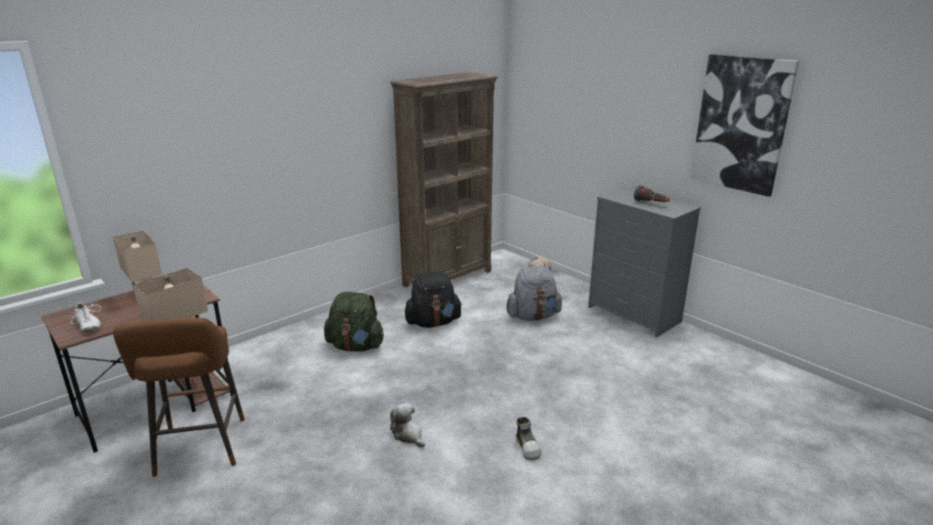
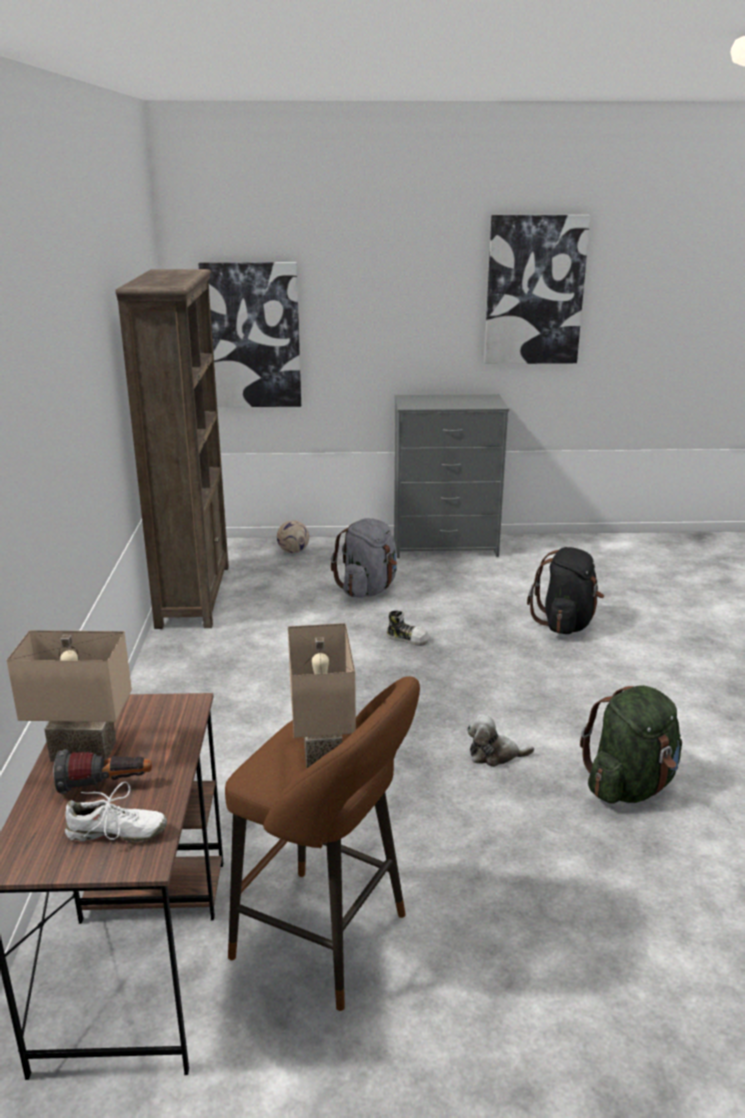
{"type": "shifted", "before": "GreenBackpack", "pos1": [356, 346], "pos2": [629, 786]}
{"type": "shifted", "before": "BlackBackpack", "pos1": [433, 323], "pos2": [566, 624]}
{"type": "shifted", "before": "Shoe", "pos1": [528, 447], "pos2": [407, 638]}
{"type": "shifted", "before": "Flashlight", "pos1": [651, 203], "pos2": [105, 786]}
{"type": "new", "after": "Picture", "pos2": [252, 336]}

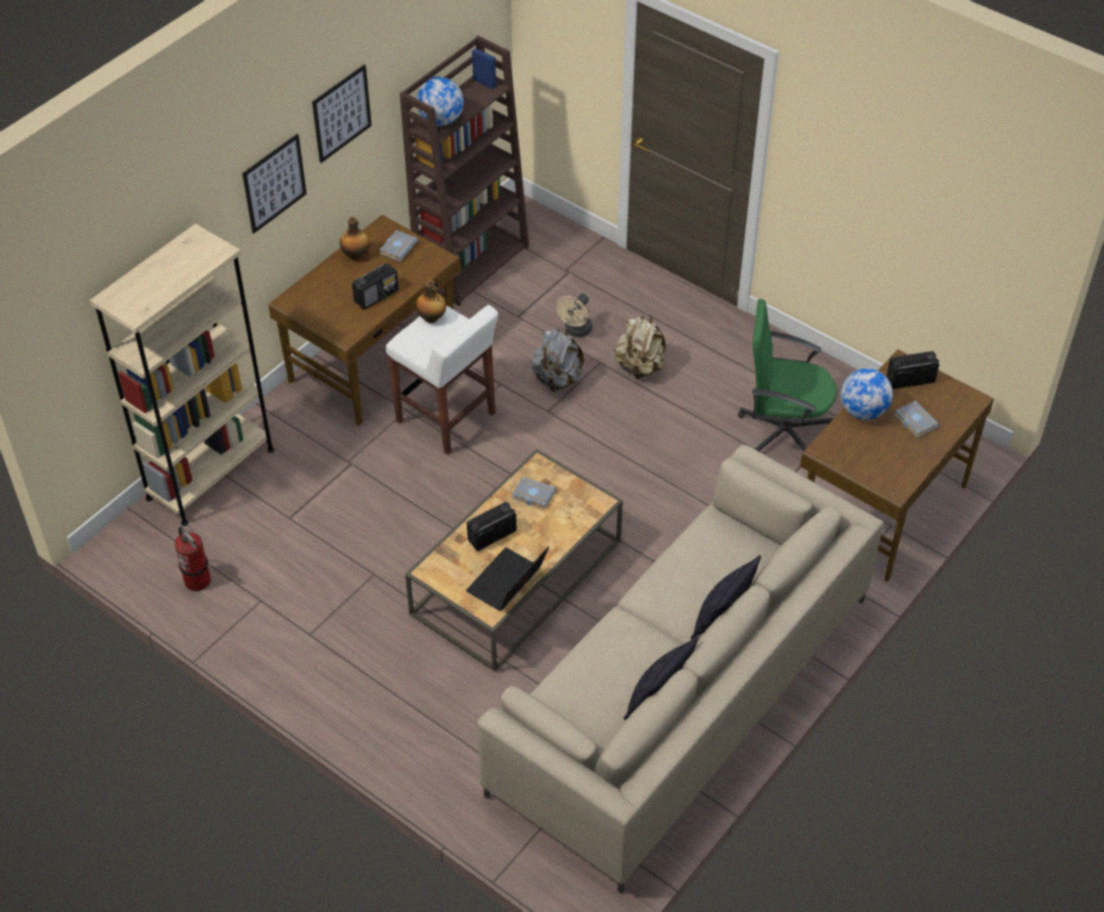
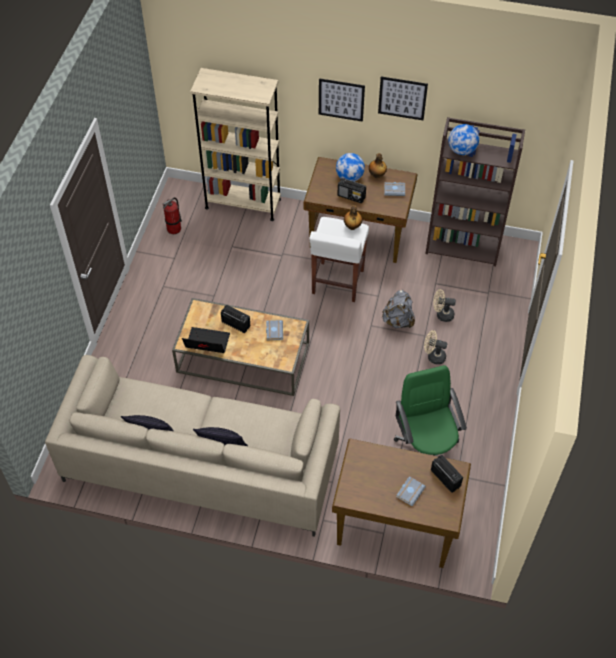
{"type": "swapped", "before": "BeigeBackpack", "after": "BeigeFan", "pos1": [640, 367], "pos2": [433, 356]}
{"type": "shifted", "before": "Globe", "pos1": [863, 411], "pos2": [349, 177]}

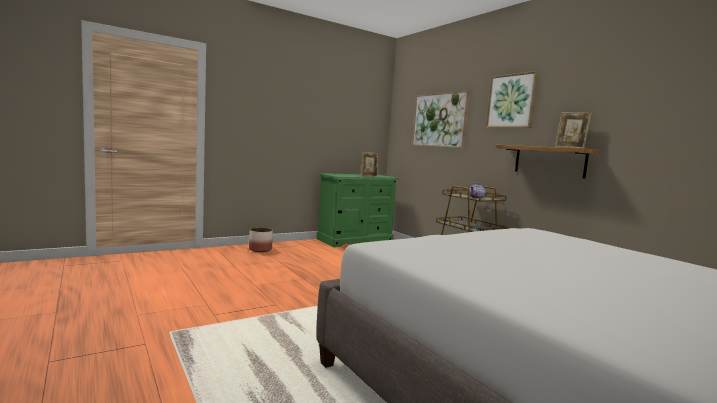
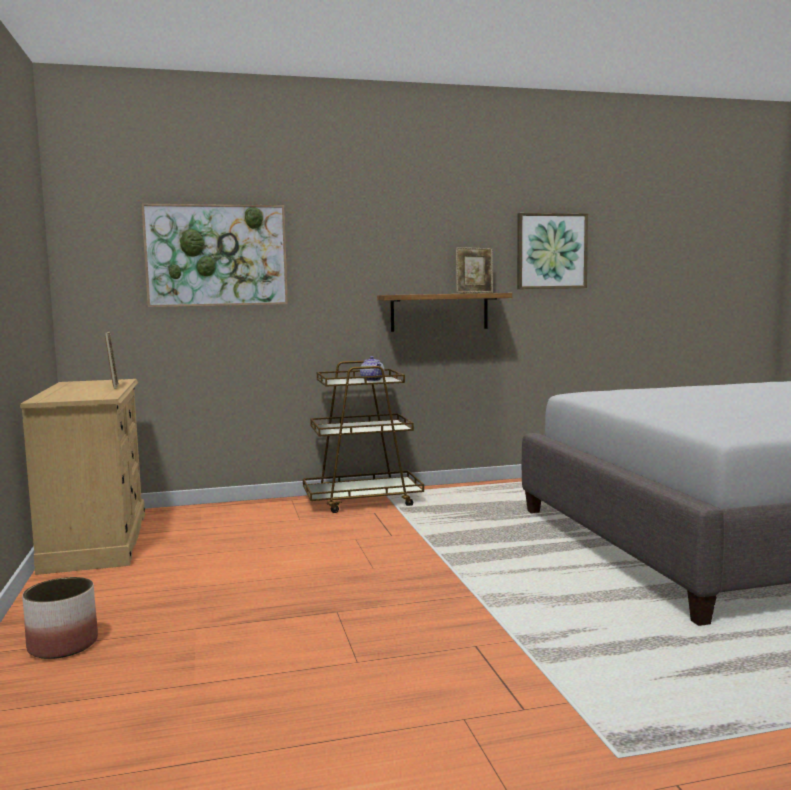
{"type": "repainted", "before": "GreenDresser", "after": "BeigeDresser", "pos1": [355, 240], "pos2": [97, 541]}
{"type": "shifted", "before": "Picture", "pos1": [511, 101], "pos2": [551, 251]}

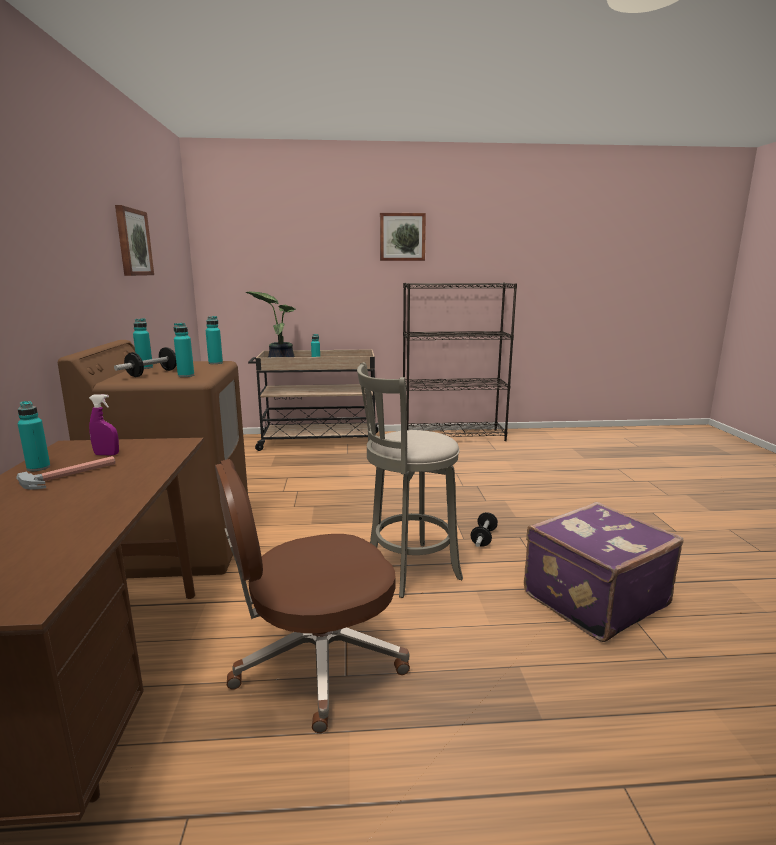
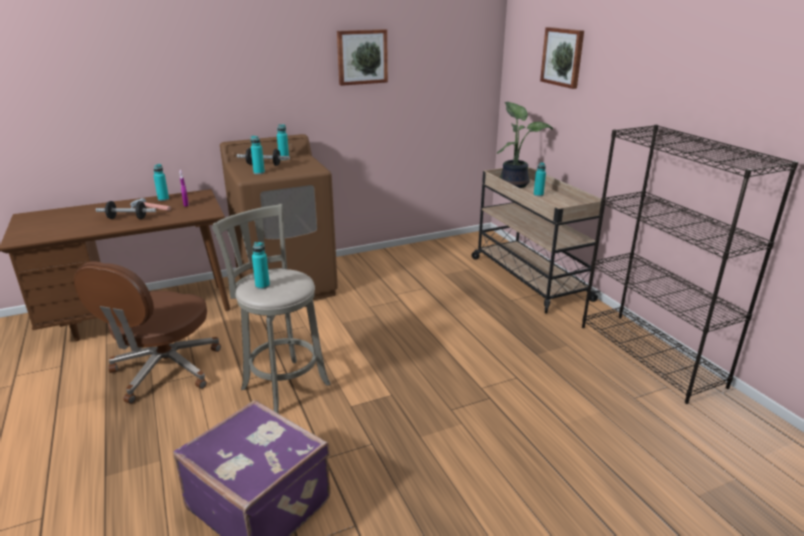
{"type": "shifted", "before": "TurquoiseBottle", "pos1": [215, 363], "pos2": [262, 286]}
{"type": "rotated", "before": "BrownOfficeChair", "pos1": [315, 662], "pos2": [164, 371], "turn": -120}
{"type": "shifted", "before": "Picture", "pos1": [402, 237], "pos2": [563, 57]}
{"type": "shifted", "before": "Dumbbell", "pos1": [483, 538], "pos2": [127, 218]}

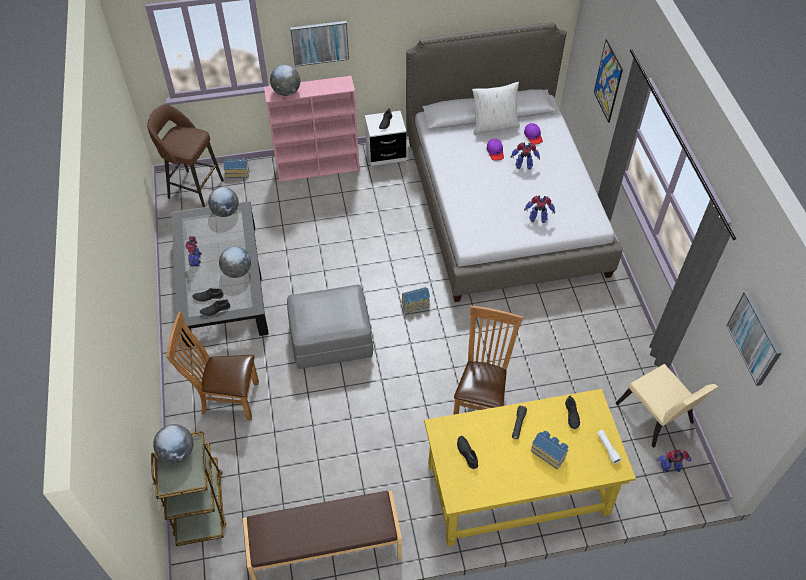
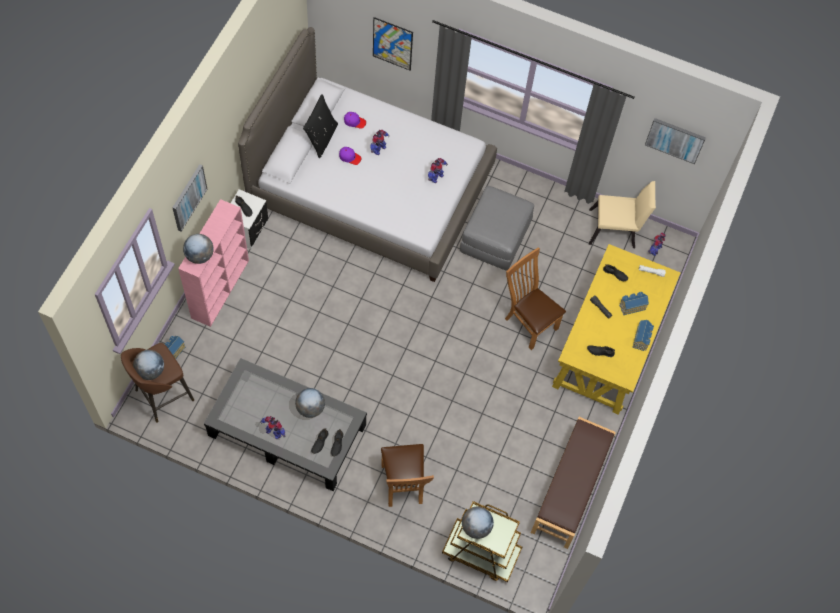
{"type": "rotated", "before": "BrownChair", "pos1": [226, 398], "pos2": [403, 487], "turn": -45}
{"type": "shifted", "before": "Globe", "pos1": [225, 212], "pos2": [150, 370]}
{"type": "shifted", "before": "GreyOttoman", "pos1": [331, 339], "pos2": [495, 237]}
{"type": "shifted", "before": "ToyHouse", "pos1": [416, 304], "pos2": [642, 338]}
{"type": "repainted", "before": "WhitePillow", "after": "BlackPillow", "pos1": [494, 125], "pos2": [321, 138]}

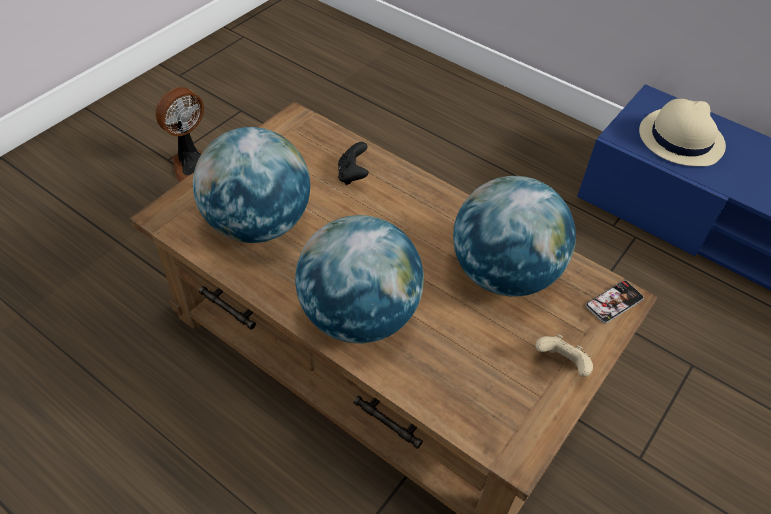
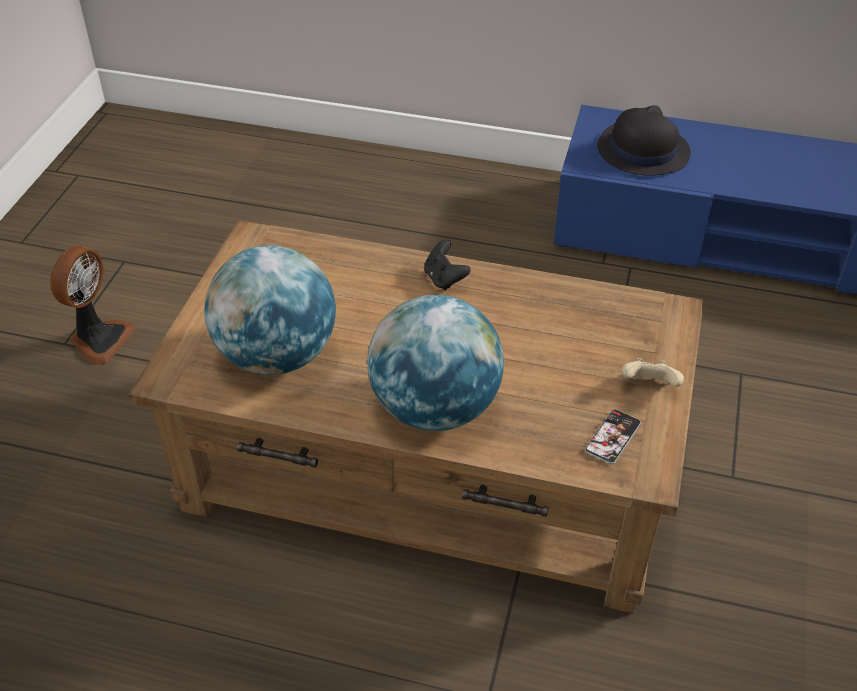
{"type": "shifted", "before": "BlackGameController", "pos1": [352, 175], "pos2": [444, 279]}
{"type": "gone", "before": "Globe", "pos1": [504, 273]}
{"type": "shifted", "before": "Phone", "pos1": [614, 302], "pos2": [612, 437]}
{"type": "repainted", "before": "BeigeHat", "after": "BlackHat", "pos1": [680, 138], "pos2": [642, 150]}

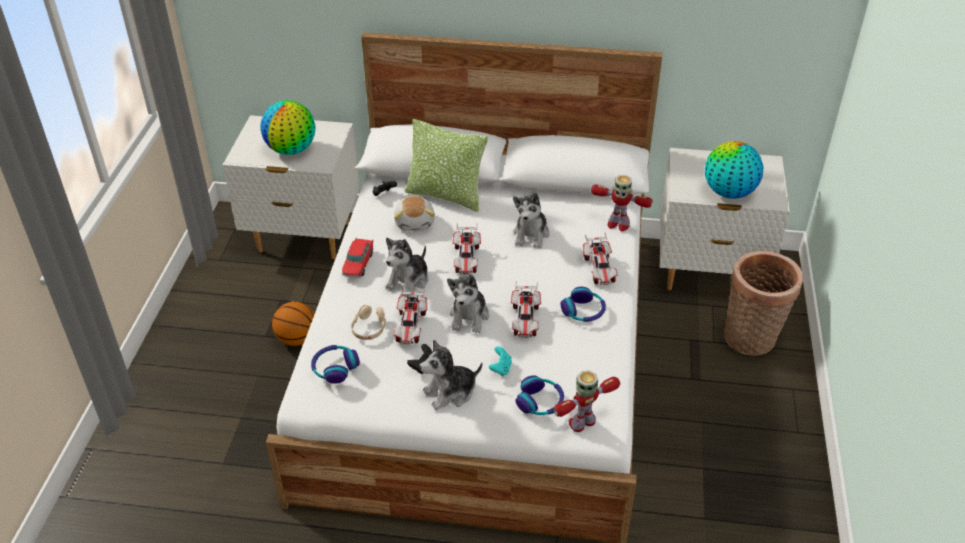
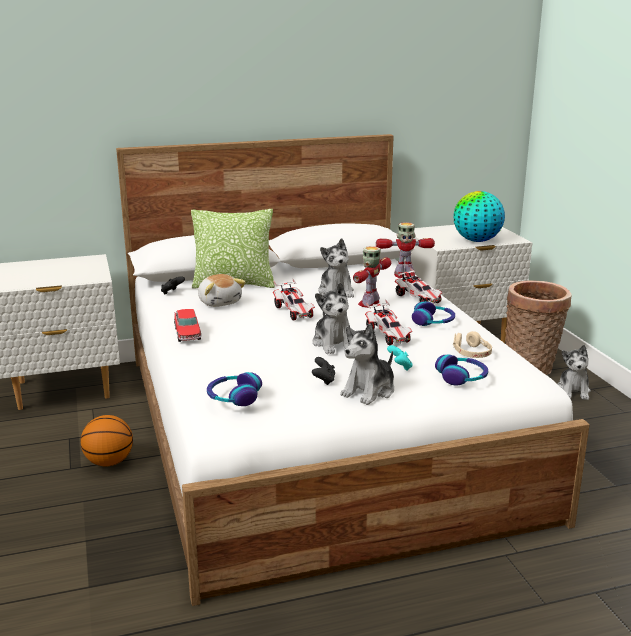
{"type": "gone", "before": "Globe", "pos1": [291, 150]}
{"type": "shifted", "before": "BeigeHeadphones", "pos1": [369, 328], "pos2": [471, 353]}
{"type": "shifted", "before": "PlushToy", "pos1": [409, 281], "pos2": [573, 391]}
{"type": "gone", "before": "ToyCar", "pos1": [410, 326]}
{"type": "shifted", "before": "ToyRobot", "pos1": [582, 422], "pos2": [369, 303]}

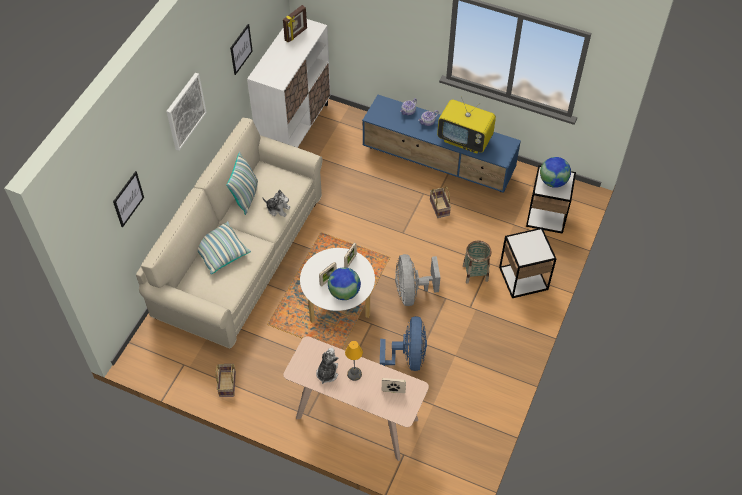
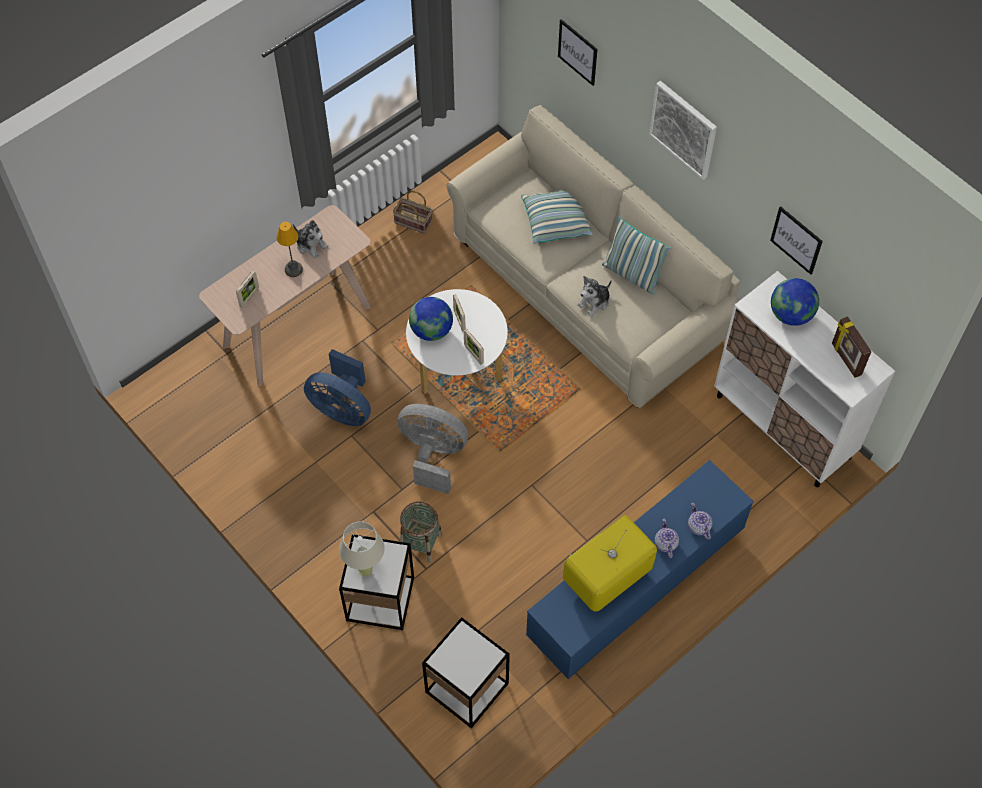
{"type": "gone", "before": "Basket", "pos1": [439, 207]}
{"type": "shifted", "before": "Globe", "pos1": [553, 181], "pos2": [790, 314]}
{"type": "new", "after": "BeigeTableLamp", "pos2": [365, 570]}

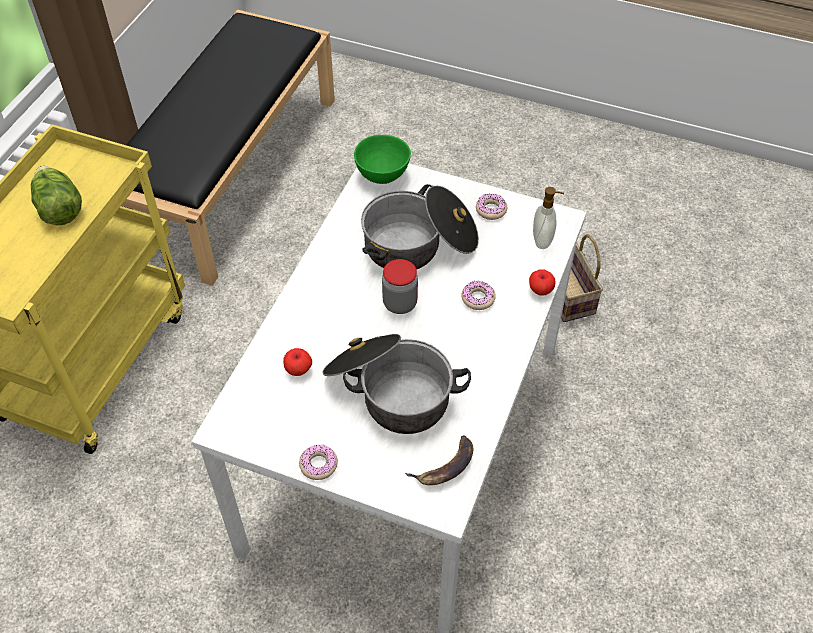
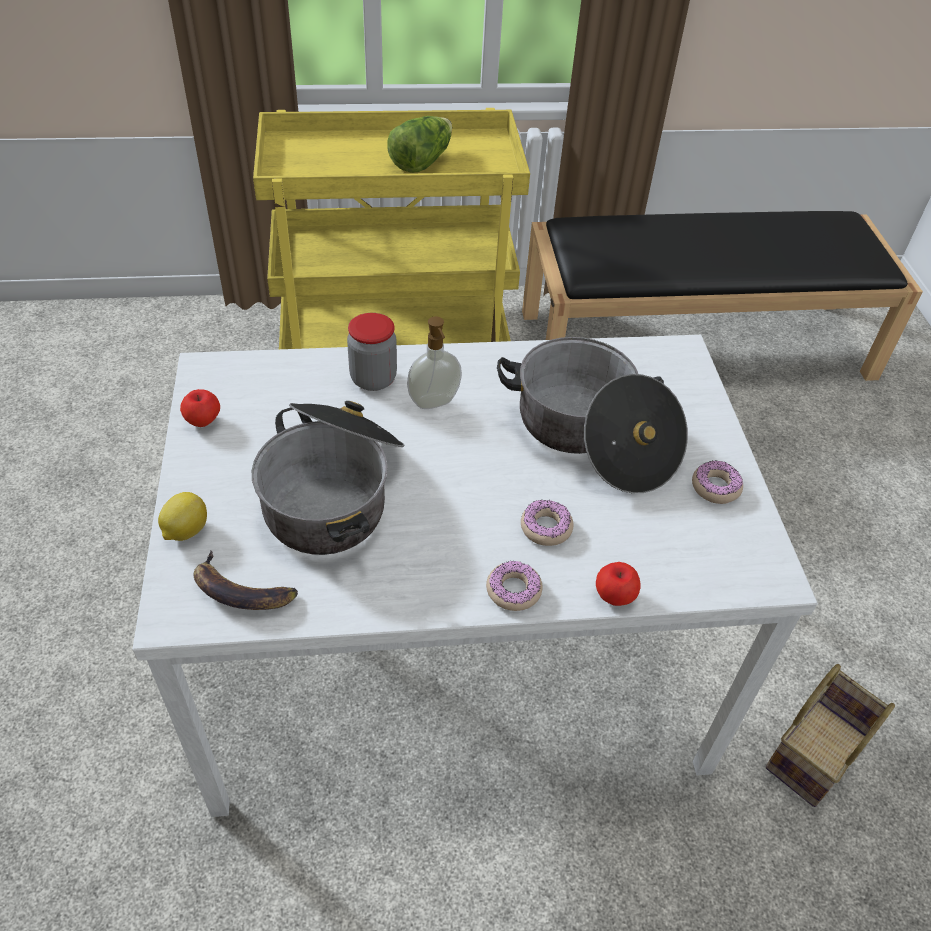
{"type": "shifted", "before": "Apple", "pos1": [298, 370], "pos2": [203, 421]}
{"type": "shifted", "before": "Donut", "pos1": [318, 465], "pos2": [513, 590]}
{"type": "gone", "before": "GreenBowl", "pos1": [383, 175]}
{"type": "shifted", "before": "Jar", "pos1": [400, 303], "pos2": [373, 379]}
{"type": "shifted", "before": "SoapDispenser", "pos1": [543, 240], "pos2": [434, 403]}
{"type": "new", "after": "Lemon", "pos2": [185, 531]}

